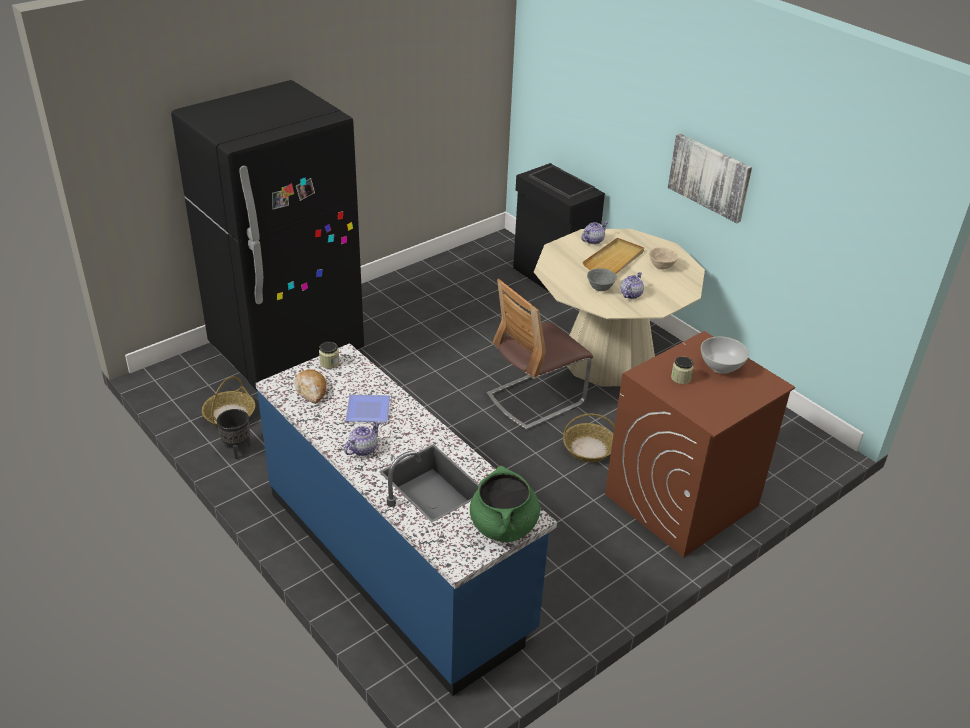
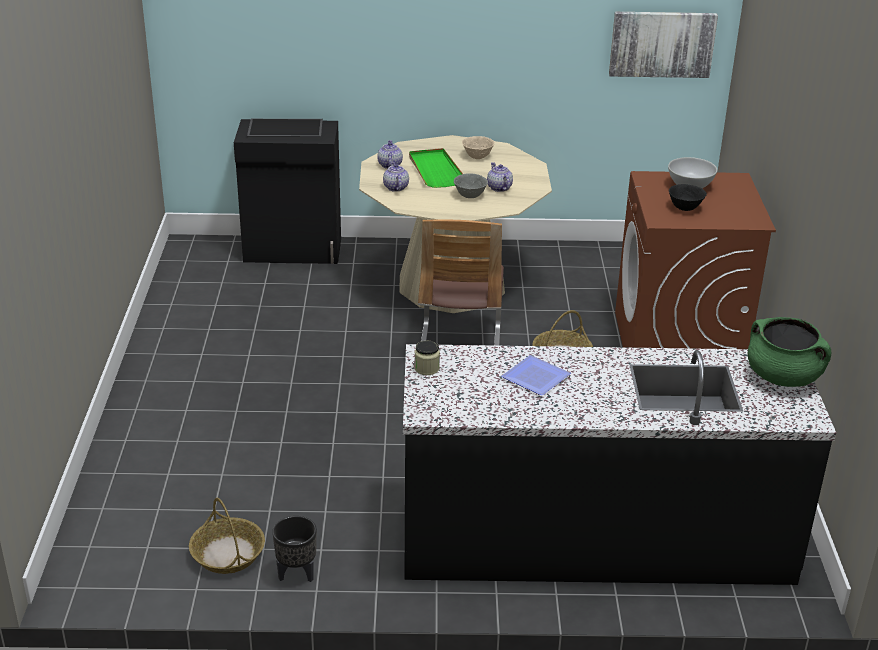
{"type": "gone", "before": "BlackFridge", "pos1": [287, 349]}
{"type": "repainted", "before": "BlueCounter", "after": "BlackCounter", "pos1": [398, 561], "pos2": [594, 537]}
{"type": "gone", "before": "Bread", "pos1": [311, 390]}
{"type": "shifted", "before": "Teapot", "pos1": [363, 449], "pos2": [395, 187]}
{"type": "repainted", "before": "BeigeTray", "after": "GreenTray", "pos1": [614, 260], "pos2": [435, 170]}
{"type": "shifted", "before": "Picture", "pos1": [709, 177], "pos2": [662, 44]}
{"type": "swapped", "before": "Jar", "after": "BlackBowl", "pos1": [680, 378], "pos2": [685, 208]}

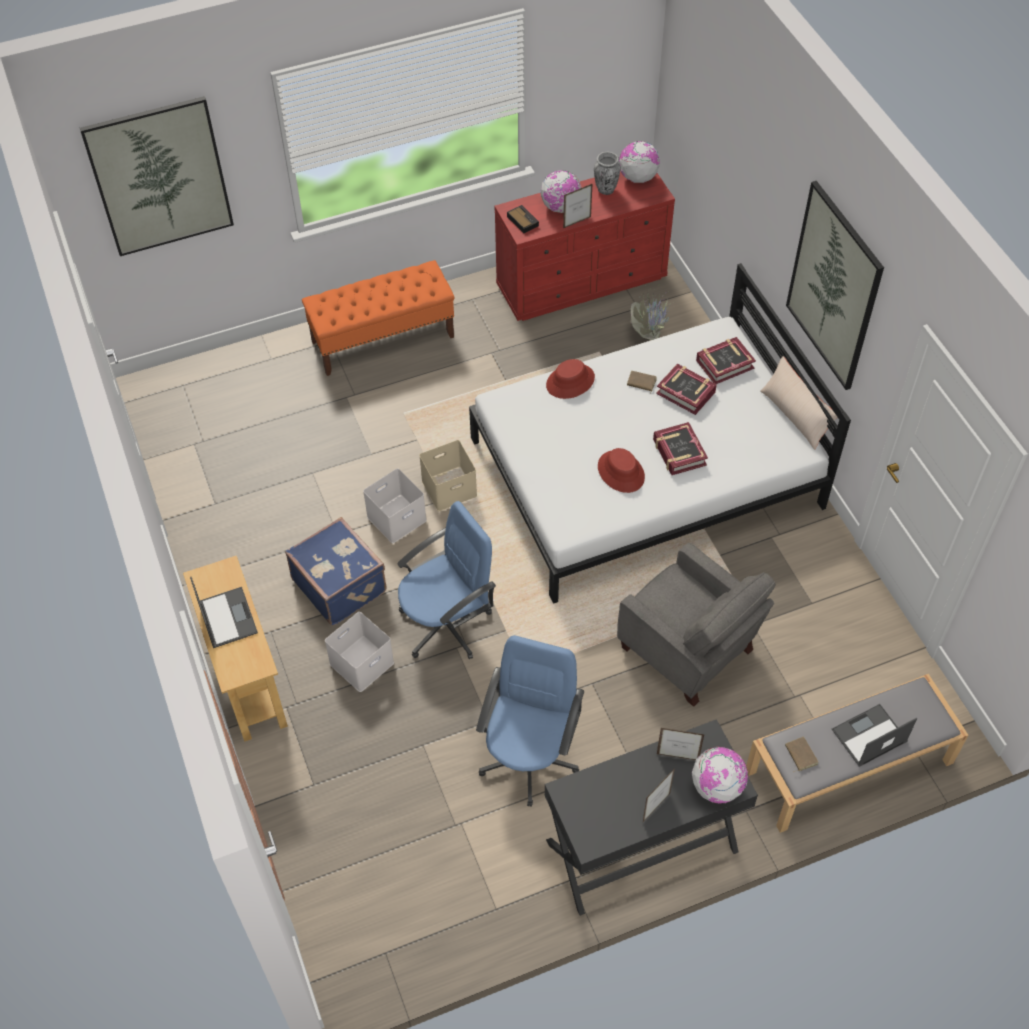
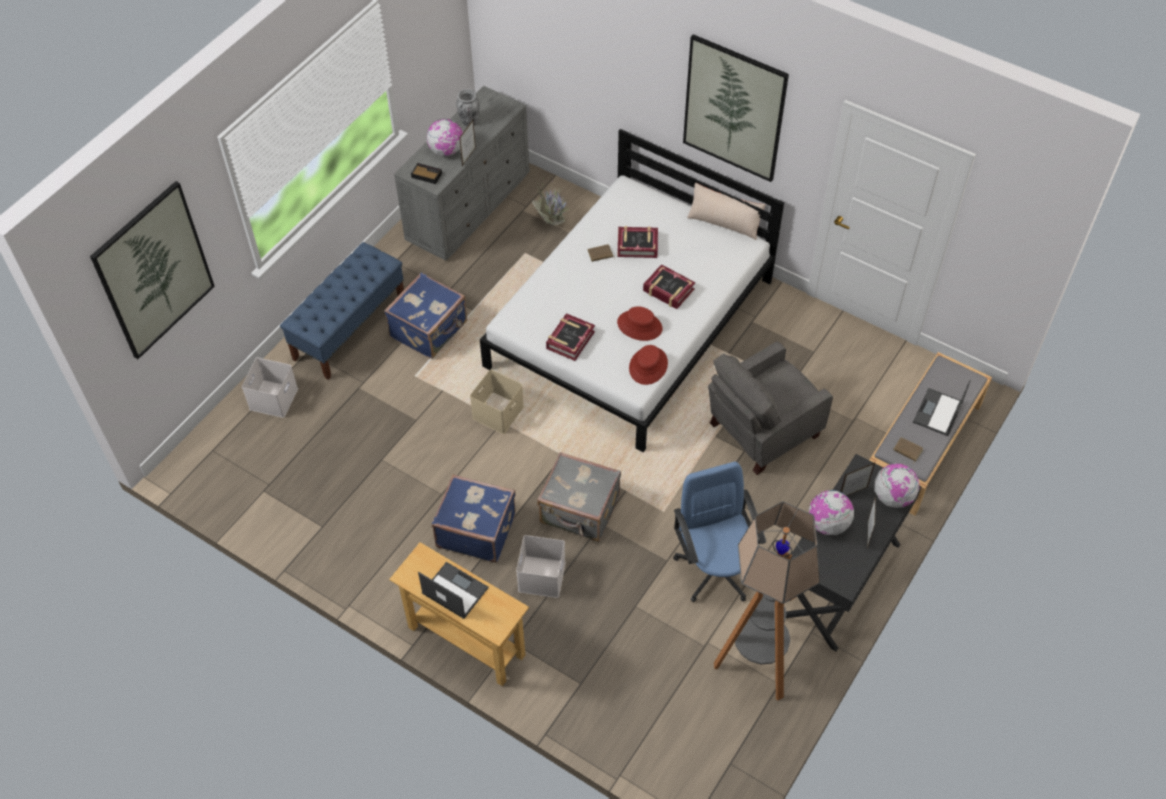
{"type": "repainted", "before": "OrangeBench", "after": "BlueBench", "pos1": [383, 339], "pos2": [350, 328]}
{"type": "shifted", "before": "WhiteStorageBox", "pos1": [397, 517], "pos2": [273, 398]}
{"type": "swapped", "before": "BlueOfficeChair", "after": "GreySuitcase", "pos1": [446, 624], "pos2": [579, 511]}
{"type": "repainted", "before": "RedDresser", "after": "GreyDresser", "pos1": [582, 281], "pos2": [469, 207]}
{"type": "shifted", "before": "RedHat", "pos1": [570, 382], "pos2": [648, 366]}
{"type": "rotated", "before": "GreyArmchair", "pos1": [689, 650], "pos2": [761, 430], "turn": 135}
{"type": "shifted", "before": "Globe", "pos1": [637, 177], "pos2": [827, 524]}
{"type": "shifted", "before": "Book", "pos1": [724, 364], "pos2": [570, 340]}
{"type": "new", "after": "BlueSuitcase", "pos2": [430, 330]}
{"type": "new", "after": "FloorLamp", "pos2": [756, 665]}

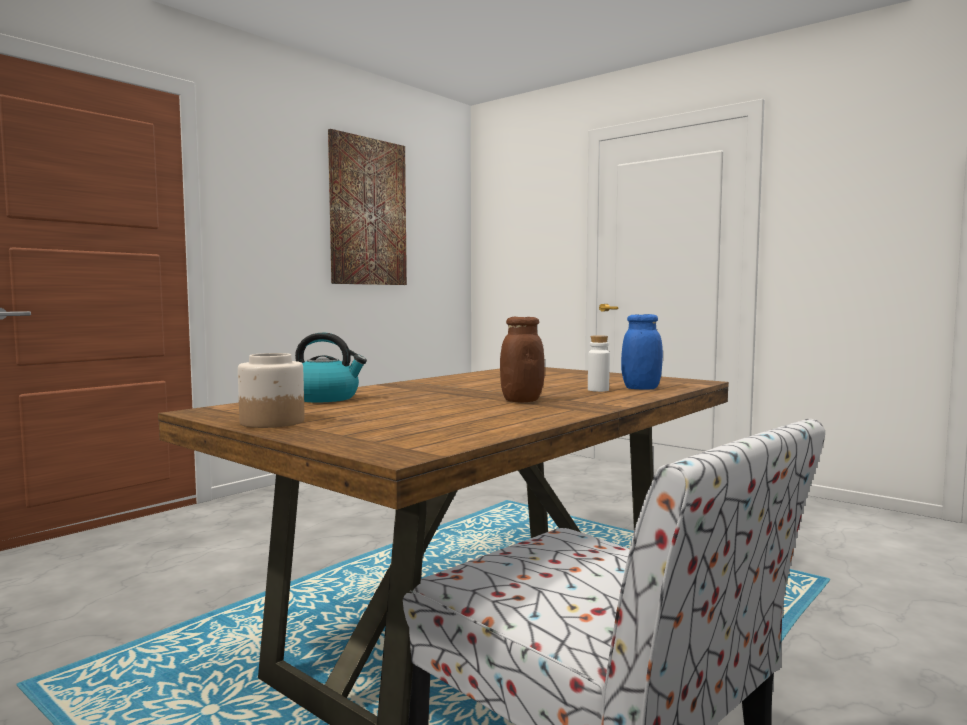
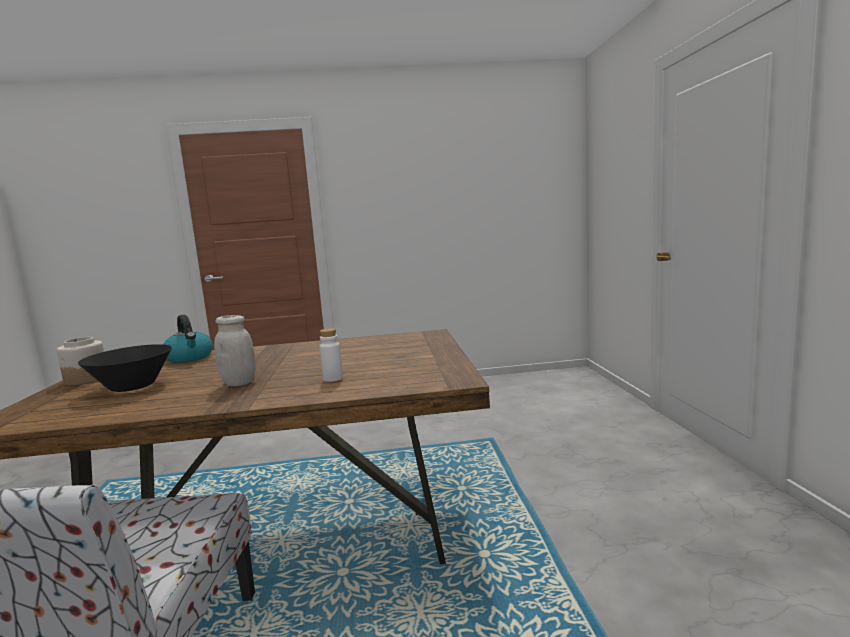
{"type": "gone", "before": "Picture", "pos1": [368, 212]}
{"type": "repainted", "before": "BrownJar", "after": "WhiteJar", "pos1": [521, 400], "pos2": [239, 383]}
{"type": "gone", "before": "BlueJar", "pos1": [641, 388]}
{"type": "new", "after": "BlackBowl", "pos2": [133, 386]}

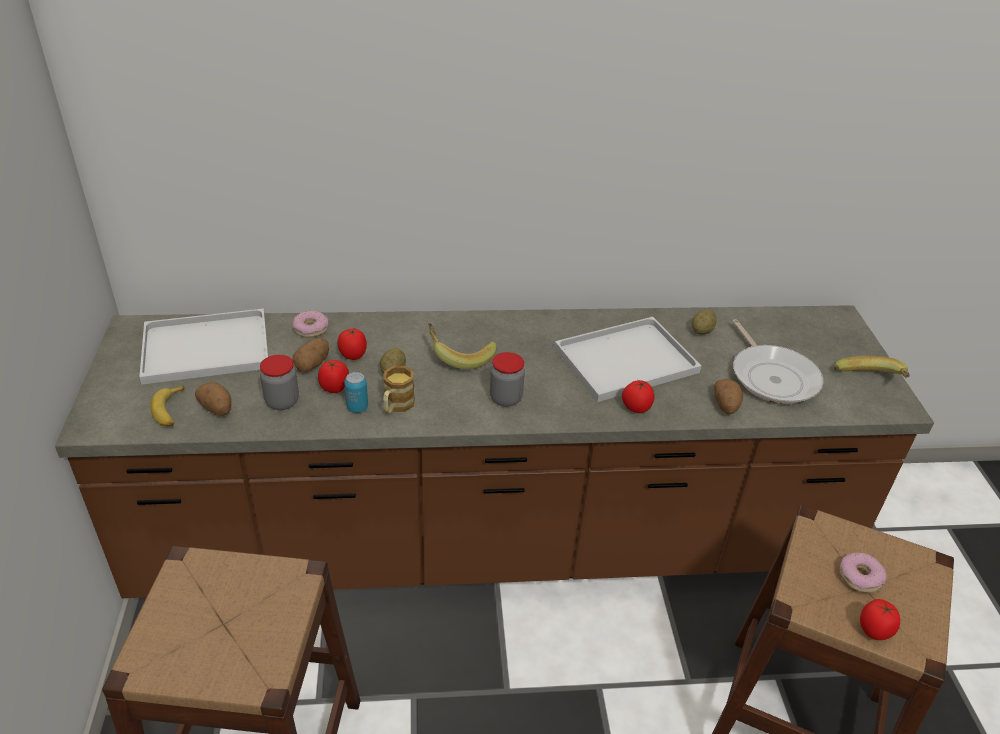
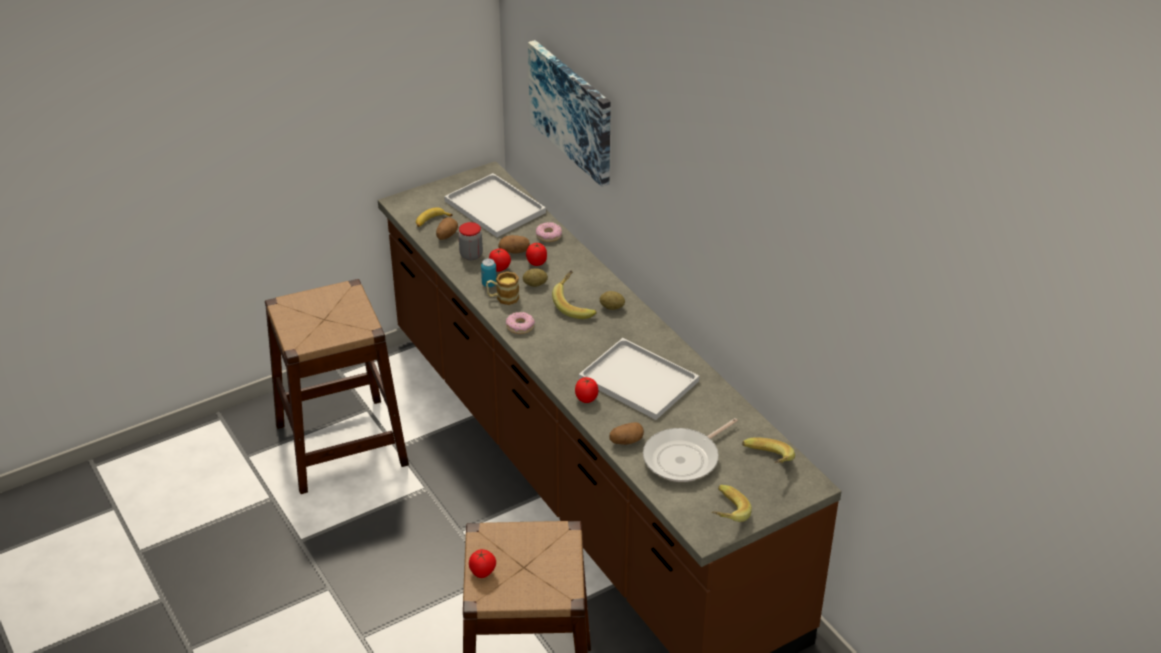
{"type": "gone", "before": "Jar", "pos1": [506, 398]}
{"type": "shifted", "before": "Potato", "pos1": [702, 331], "pos2": [612, 307]}
{"type": "shifted", "before": "Donut", "pos1": [860, 577], "pos2": [520, 326]}
{"type": "new", "after": "Picture", "pos2": [572, 111]}
{"type": "new", "after": "Banana", "pos2": [766, 463]}

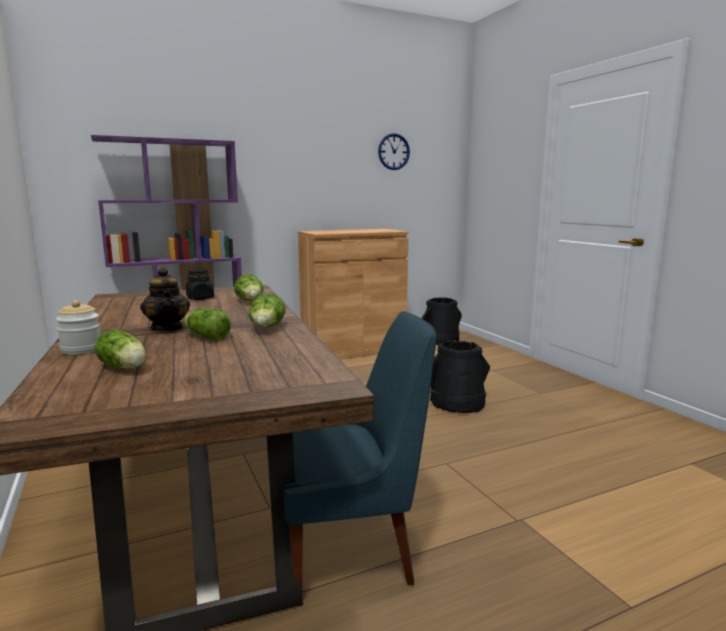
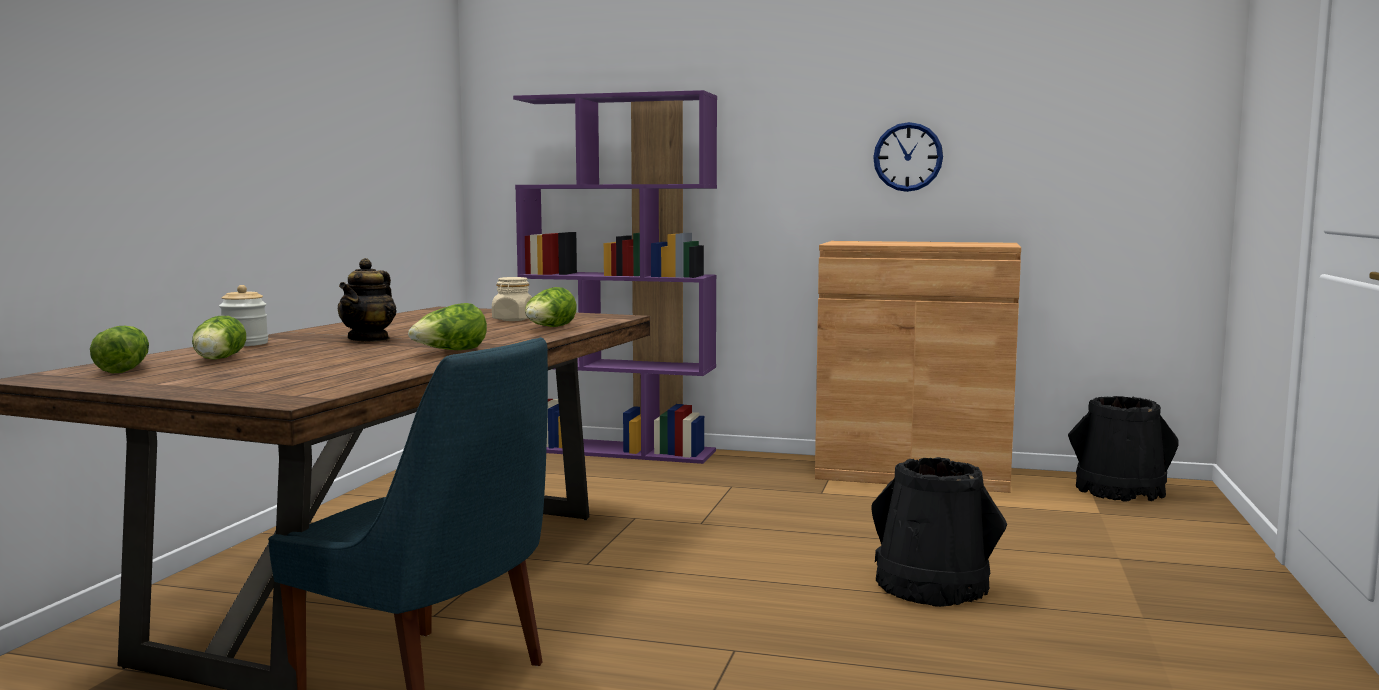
{"type": "shifted", "before": "Lettuce", "pos1": [206, 337], "pos2": [125, 368]}
{"type": "repainted", "before": "BlackJar", "after": "BeigeJar", "pos1": [200, 298], "pos2": [513, 319]}
{"type": "shifted", "before": "WallClock", "pos1": [393, 151], "pos2": [908, 157]}

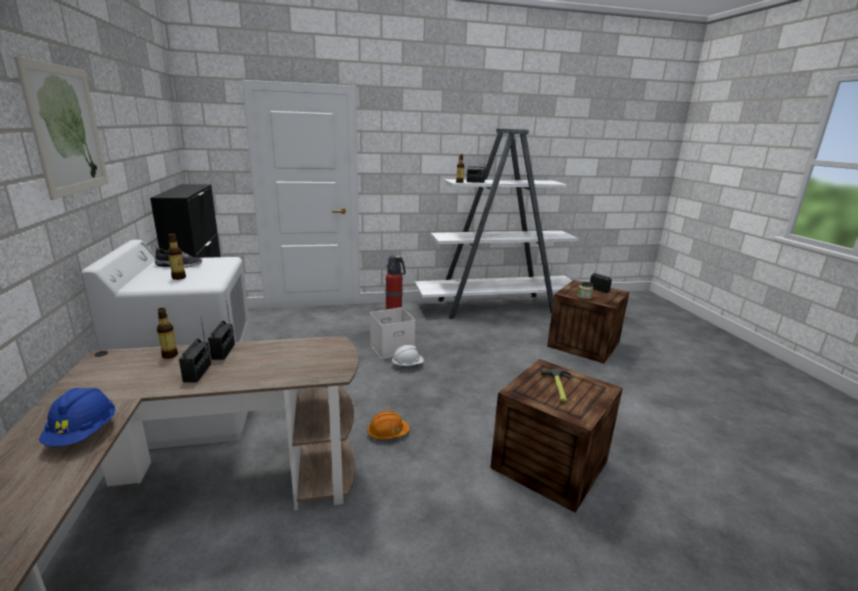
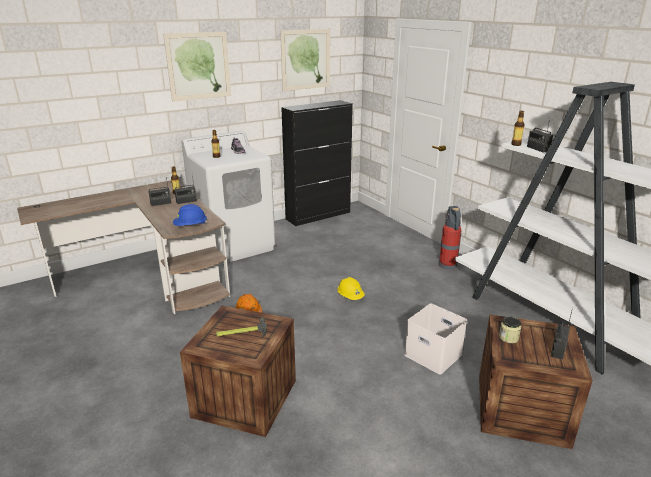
{"type": "shifted", "before": "BlueHardHat", "pos1": [83, 434], "pos2": [190, 226]}
{"type": "shifted", "before": "WhiteStorageBox", "pos1": [392, 347], "pos2": [434, 355]}
{"type": "repainted", "before": "WhiteHardHat", "after": "YellowHardHat", "pos1": [407, 365], "pos2": [350, 297]}
{"type": "new", "after": "Picture", "pos2": [306, 59]}

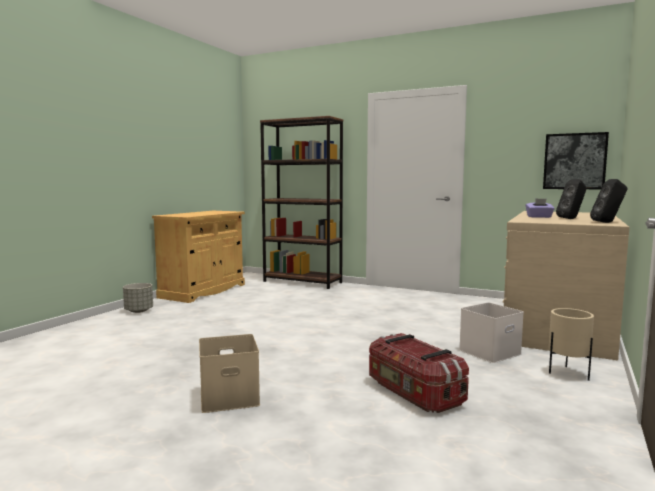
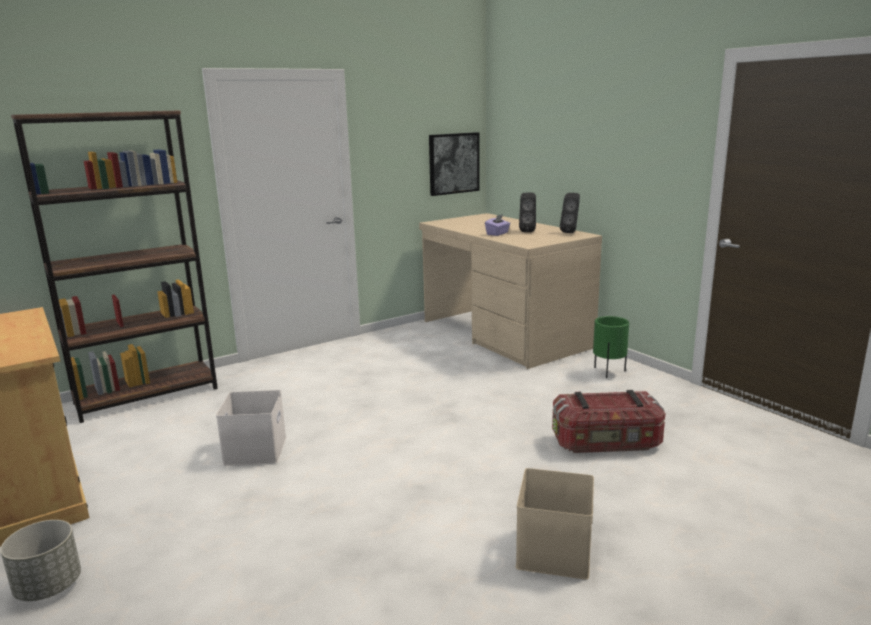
{"type": "shifted", "before": "WhiteStorageBox", "pos1": [490, 352], "pos2": [256, 451]}
{"type": "repainted", "before": "BeigePlanter", "after": "GreenPlanter", "pos1": [568, 374], "pos2": [609, 372]}

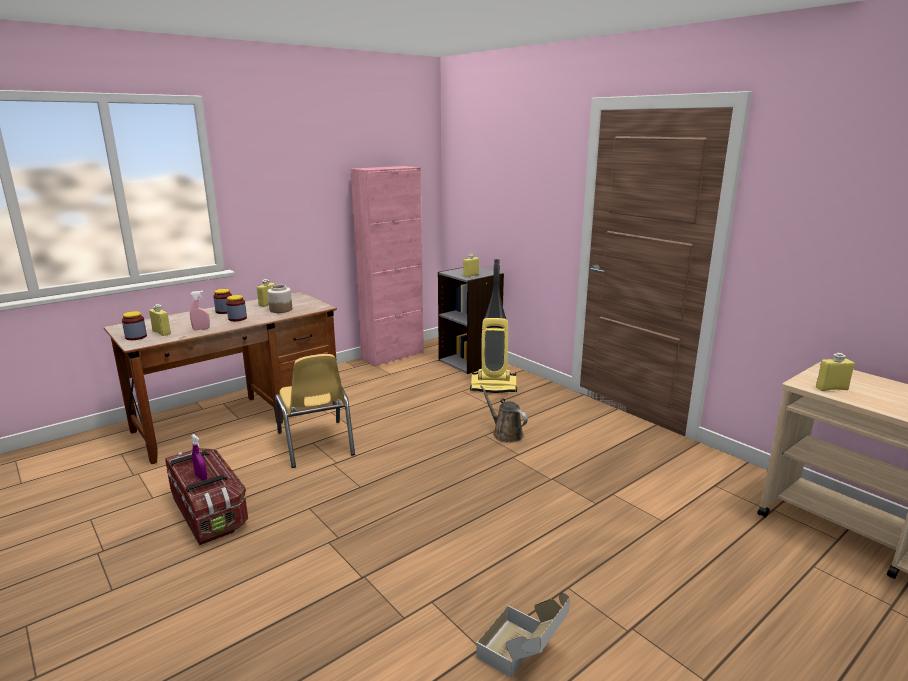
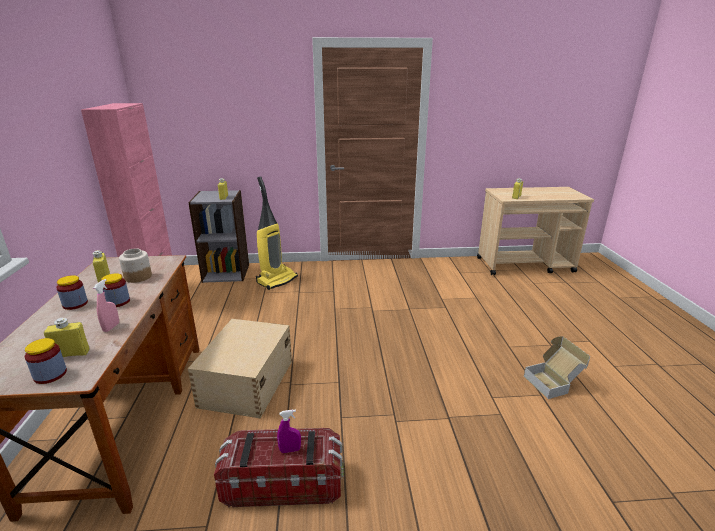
{"type": "swapped", "before": "YellowChair", "after": "BeigeStorageBox", "pos1": [315, 444], "pos2": [246, 383]}
{"type": "gone", "before": "BrownWateringCan", "pos1": [505, 434]}

